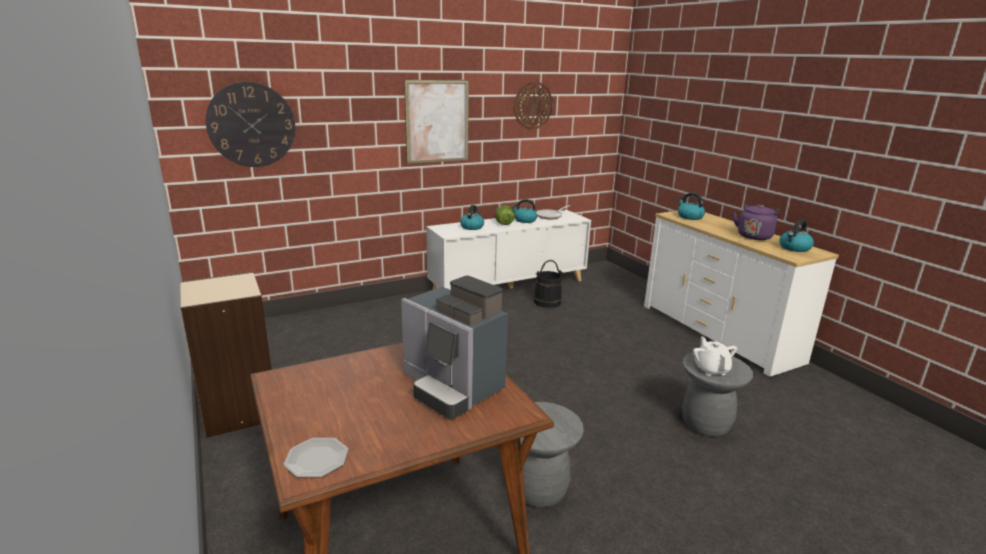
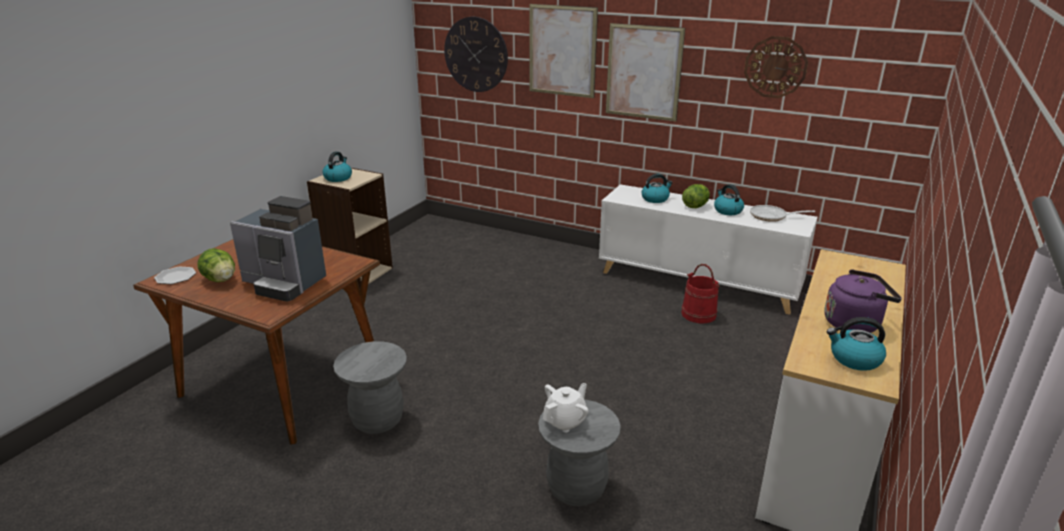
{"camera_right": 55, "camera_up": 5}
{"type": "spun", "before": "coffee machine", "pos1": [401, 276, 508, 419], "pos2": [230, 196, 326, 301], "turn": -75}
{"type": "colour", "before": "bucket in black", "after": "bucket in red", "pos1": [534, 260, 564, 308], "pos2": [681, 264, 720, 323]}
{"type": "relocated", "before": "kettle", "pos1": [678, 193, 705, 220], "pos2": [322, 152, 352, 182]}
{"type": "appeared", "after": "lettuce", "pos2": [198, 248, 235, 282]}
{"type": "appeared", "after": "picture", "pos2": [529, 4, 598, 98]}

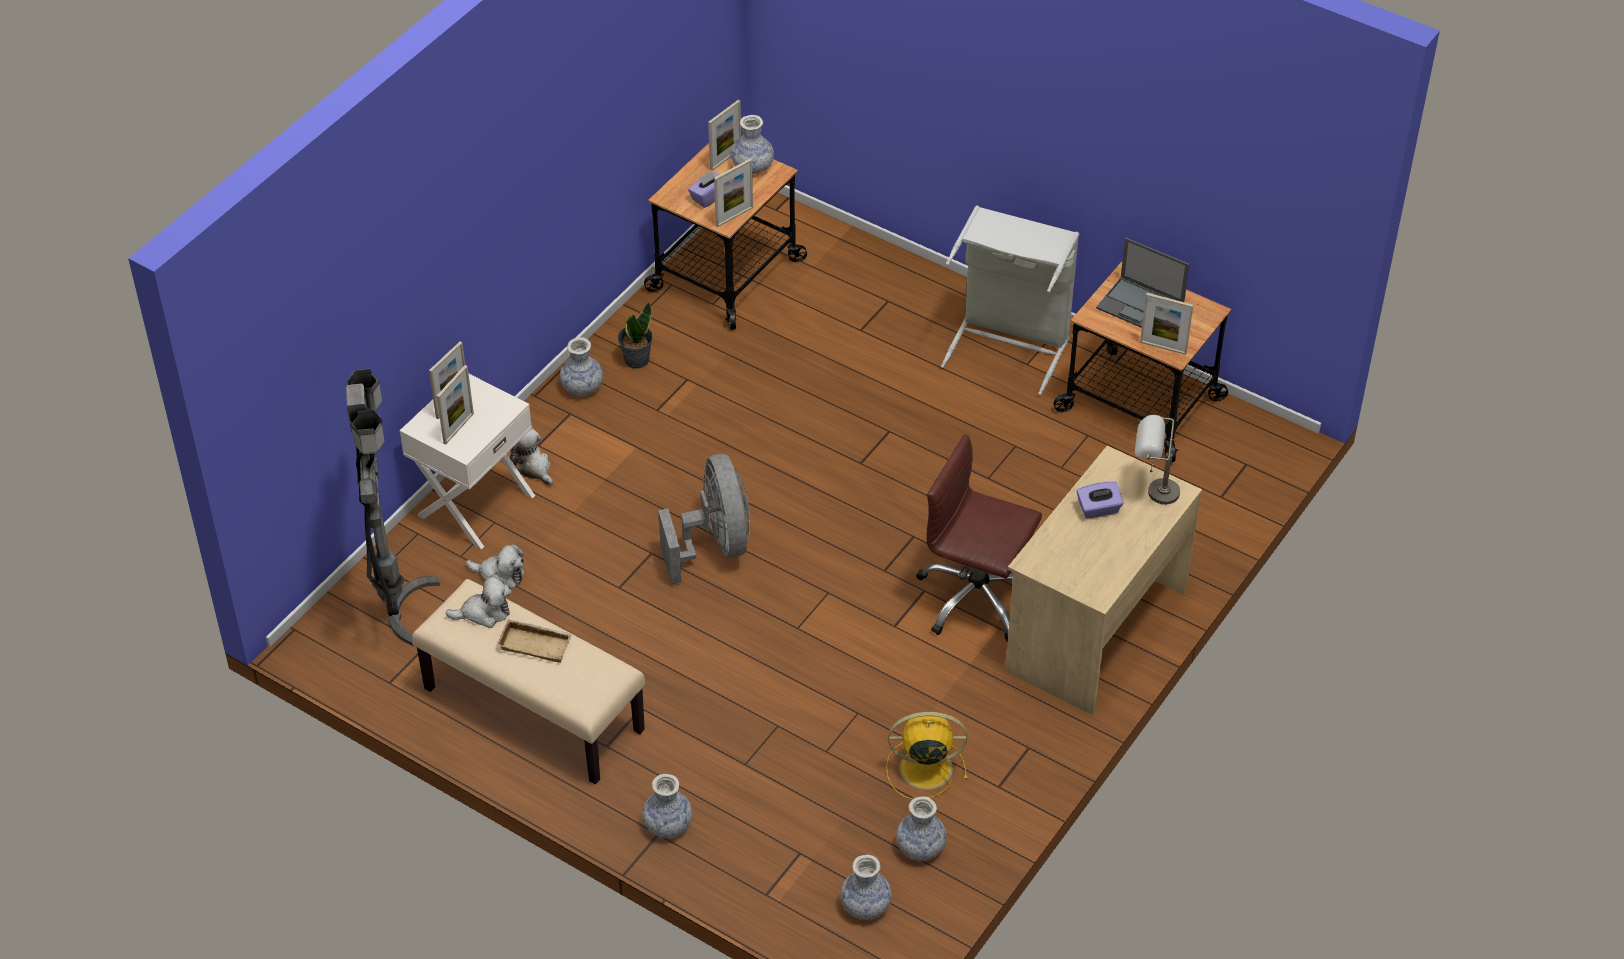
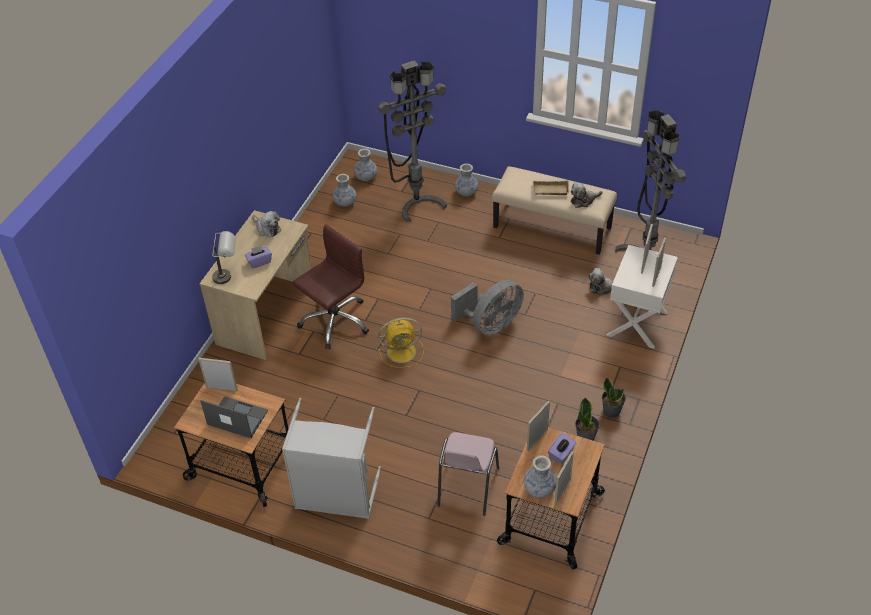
{"camera_right": 170, "camera_up": 0}
{"type": "relocated", "before": "plush toy", "pos1": [510, 428, 553, 486], "pos2": [252, 211, 281, 237]}
{"type": "exchanged", "before": "vase", "after": "potted plant", "pos1": [560, 337, 603, 395], "pos2": [602, 378, 626, 418]}
{"type": "spun", "before": "fan in grey", "pos1": [658, 454, 750, 584], "pos2": [451, 280, 524, 335], "turn": -105}
{"type": "relocated", "before": "fan in yellow", "pos1": [886, 712, 968, 799], "pos2": [378, 317, 424, 368]}
{"type": "spun", "before": "office chair in brown", "pos1": [916, 434, 1042, 642], "pos2": [292, 224, 369, 349], "turn": -60}
{"type": "appeared", "after": "floor lamp in grey", "pos2": [378, 60, 447, 222]}
{"type": "appeared", "after": "chair in pink", "pos2": [437, 432, 499, 516]}

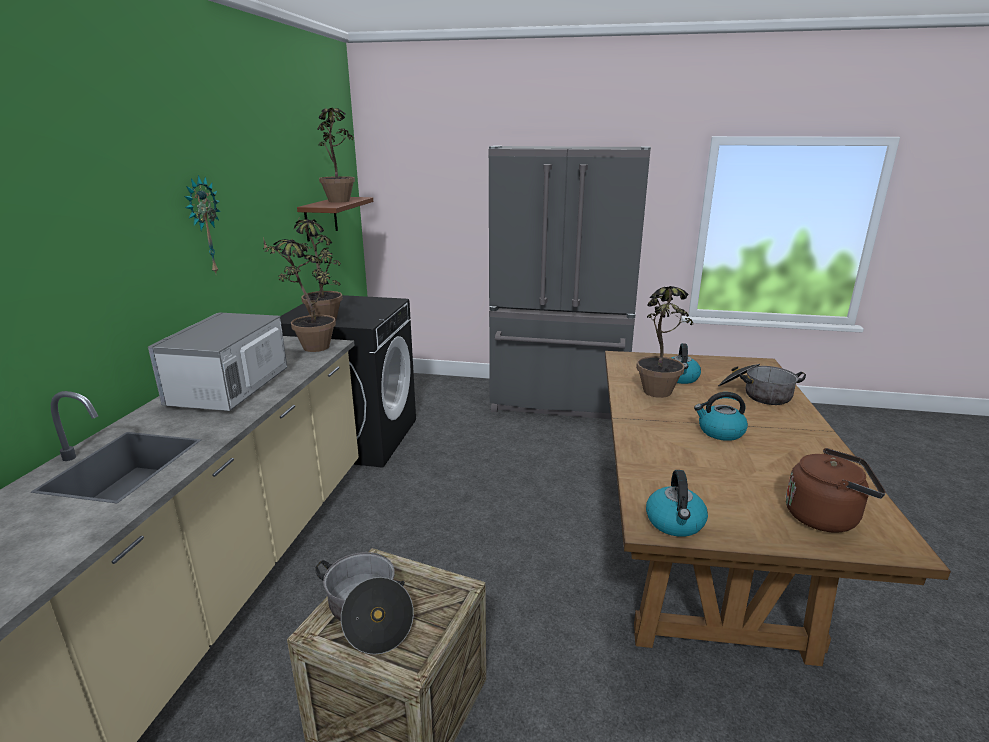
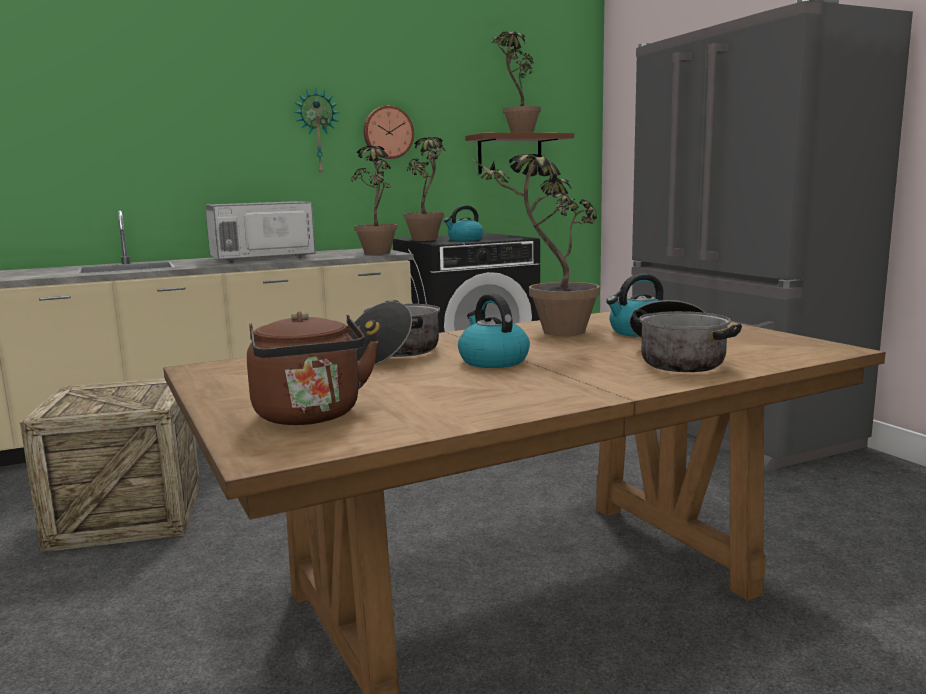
{"camera_right": 55, "camera_up": -10}
{"type": "relocated", "before": "cooking pot", "pos1": [315, 552, 414, 655], "pos2": [348, 300, 440, 365]}
{"type": "relocated", "before": "kettle", "pos1": [646, 470, 708, 537], "pos2": [444, 205, 483, 241]}
{"type": "appeared", "after": "wall clock", "pos2": [364, 106, 414, 159]}

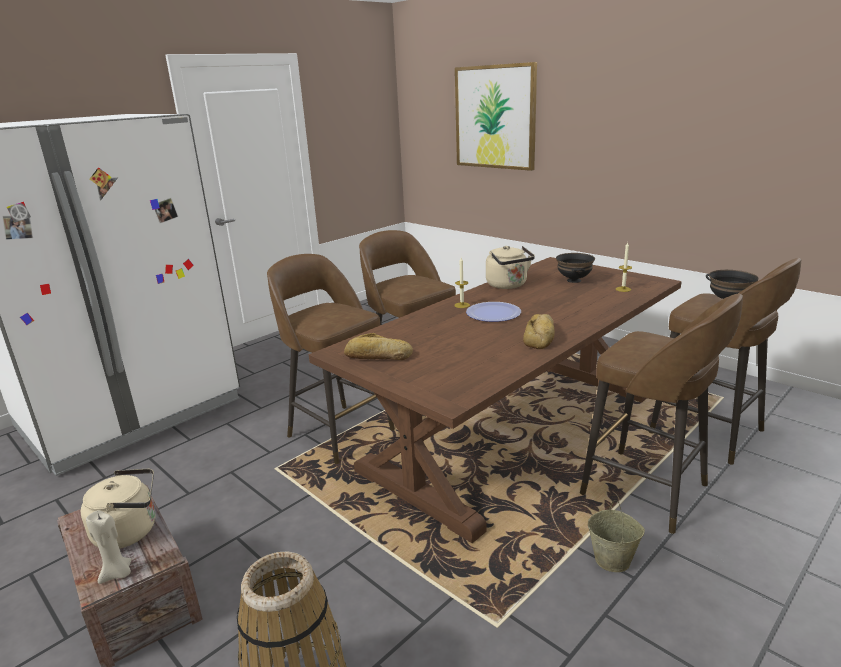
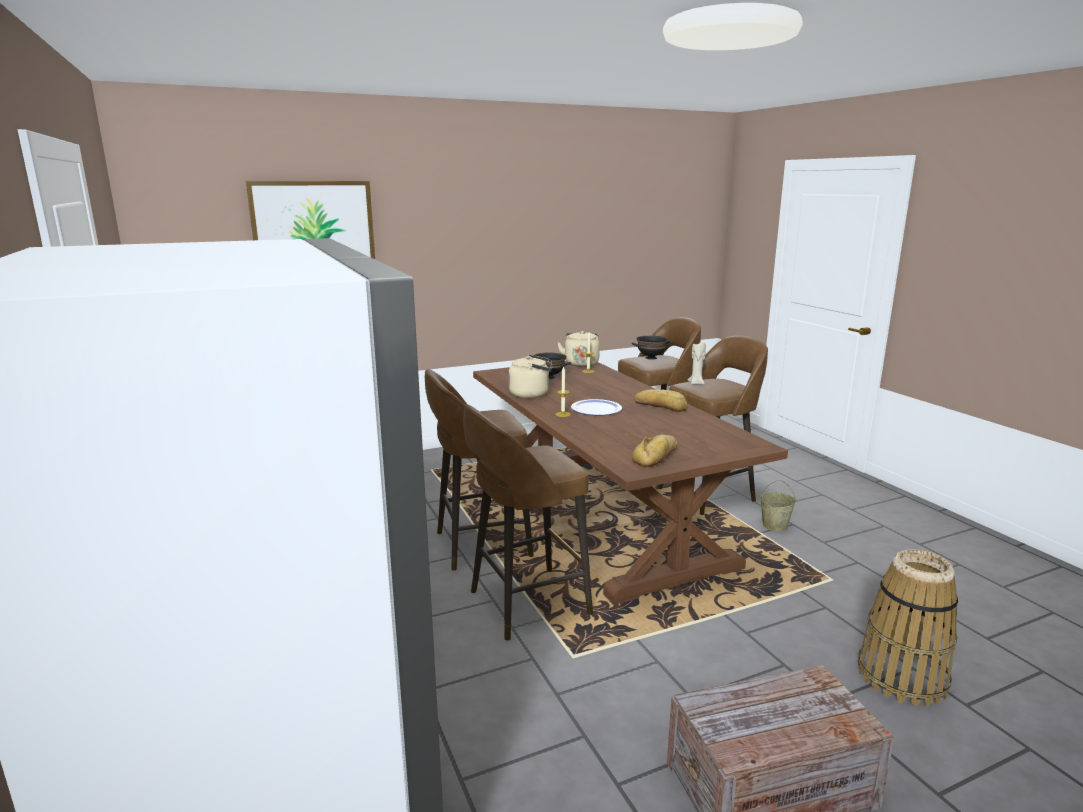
{"camera_right": -70, "camera_up": -5}
{"type": "relocated", "before": "kettle in beige", "pos1": [81, 469, 155, 549], "pos2": [557, 331, 600, 367]}
{"type": "relocated", "before": "candle in beige", "pos1": [86, 510, 132, 584], "pos2": [688, 342, 706, 385]}

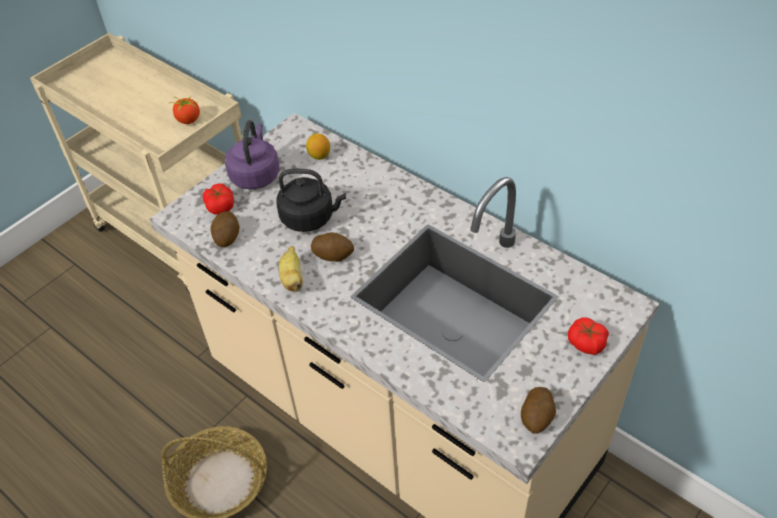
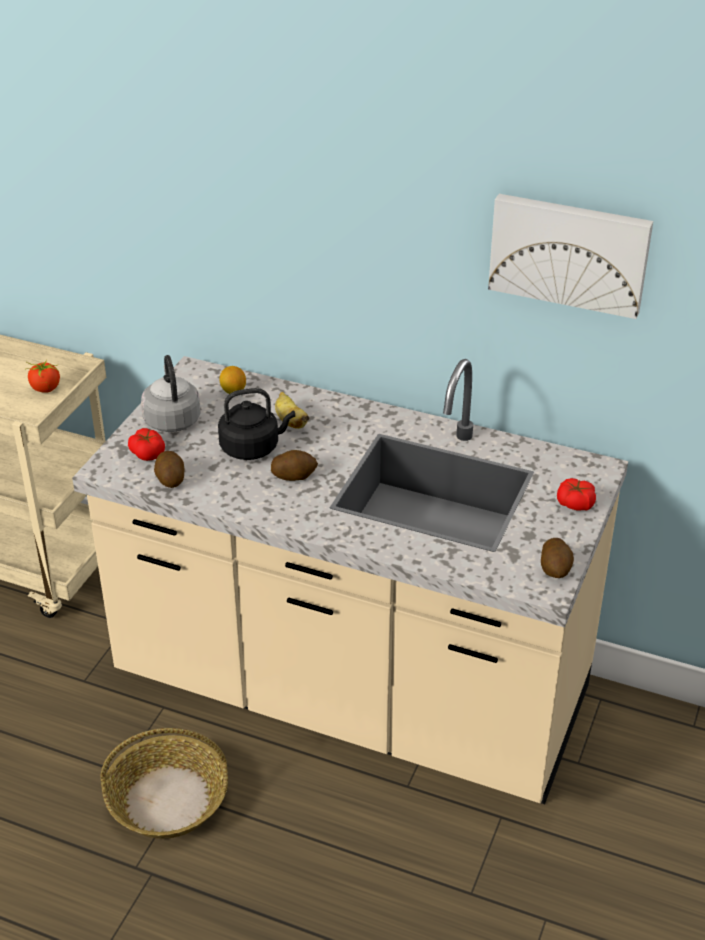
{"camera_right": -20, "camera_up": -10}
{"type": "colour", "before": "kettle in purple", "after": "kettle in grey", "pos1": [225, 120, 279, 189], "pos2": [141, 355, 200, 432]}
{"type": "relocated", "before": "banana", "pos1": [279, 246, 303, 292], "pos2": [275, 392, 309, 429]}
{"type": "appeared", "after": "picture", "pos2": [488, 194, 653, 319]}

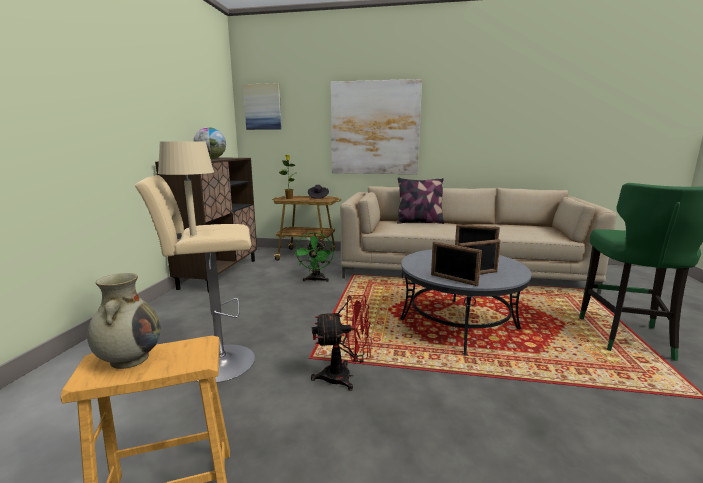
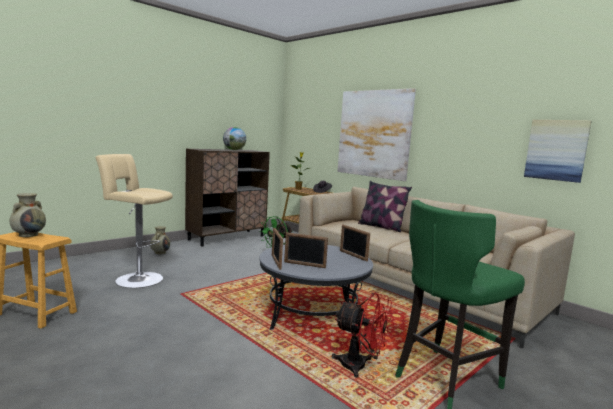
{"camera_right": 35, "camera_up": -5}
{"type": "missing", "before": "table lamp in beige", "pos1": [158, 141, 214, 236]}
{"type": "relocated", "before": "picture", "pos1": [243, 83, 281, 130], "pos2": [524, 120, 591, 183]}
{"type": "relocated", "before": "fan in red", "pos1": [311, 295, 372, 391], "pos2": [332, 293, 392, 378]}
{"type": "appeared", "after": "vase in beige", "pos2": [150, 226, 170, 254]}

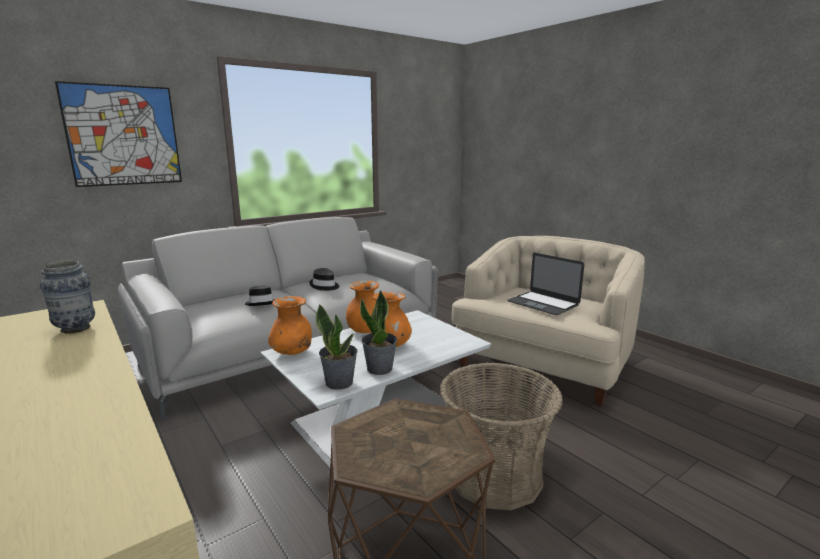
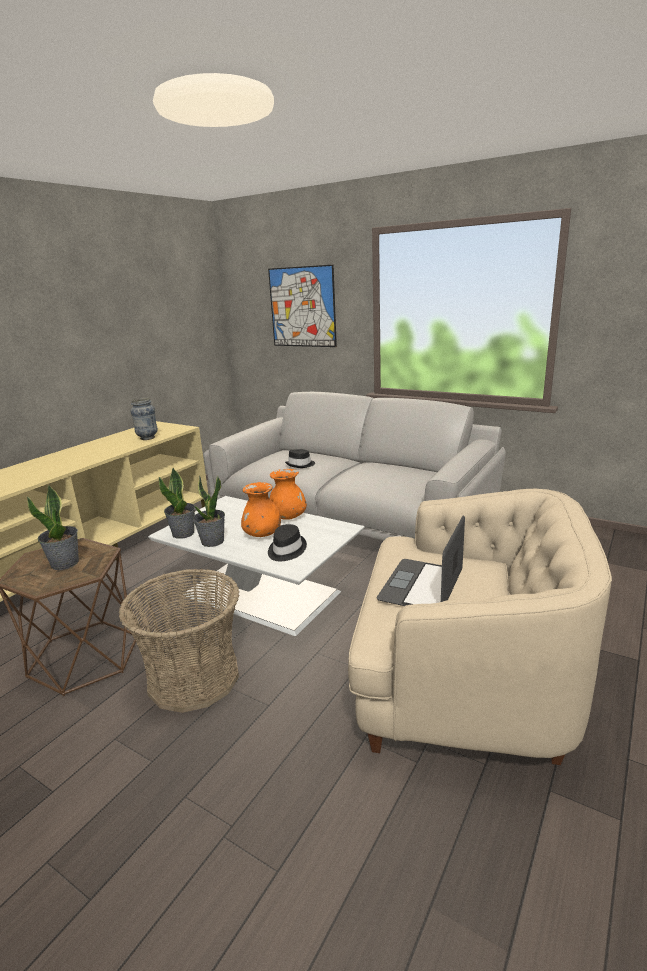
{"camera_right": 70, "camera_up": 5}
{"type": "missing", "before": "vase in orange", "pos1": [268, 296, 312, 355]}
{"type": "relocated", "before": "hat in black", "pos1": [309, 268, 339, 291], "pos2": [268, 524, 307, 561]}
{"type": "appeared", "after": "potted plant", "pos2": [27, 485, 79, 570]}

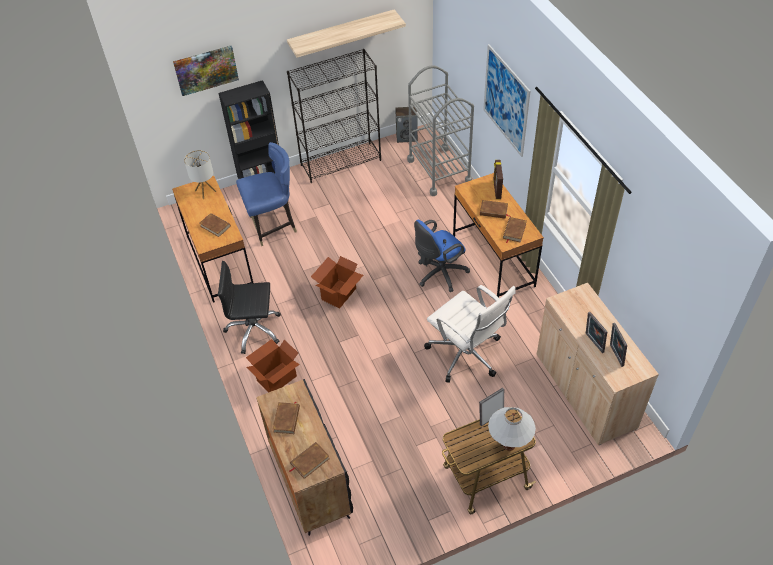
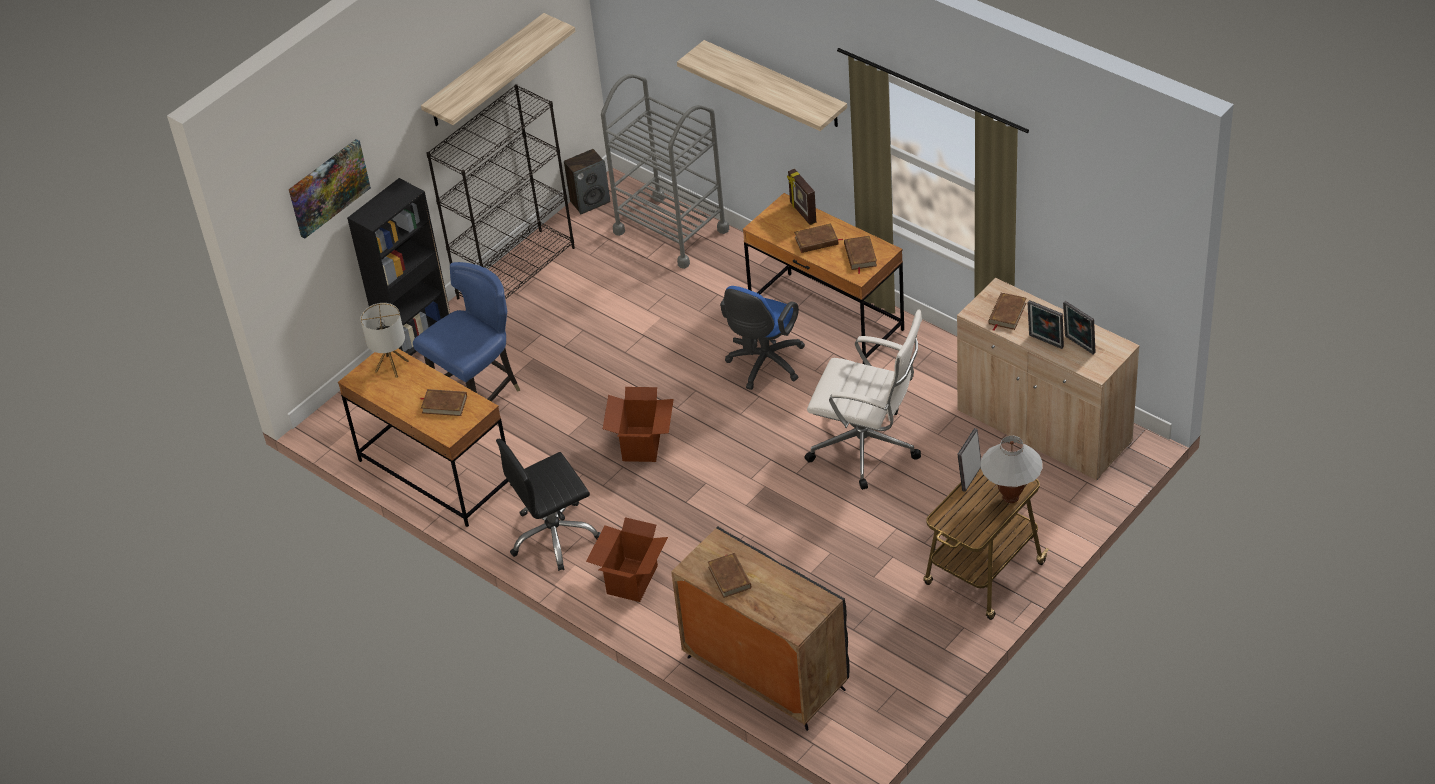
{"camera_right": -25, "camera_up": -5}
{"type": "relocated", "before": "book in brown", "pos1": [290, 442, 330, 479], "pos2": [989, 292, 1026, 331]}
{"type": "exchanged", "before": "picture", "after": "shelf", "pos1": [483, 44, 531, 157], "pos2": [677, 40, 847, 131]}

